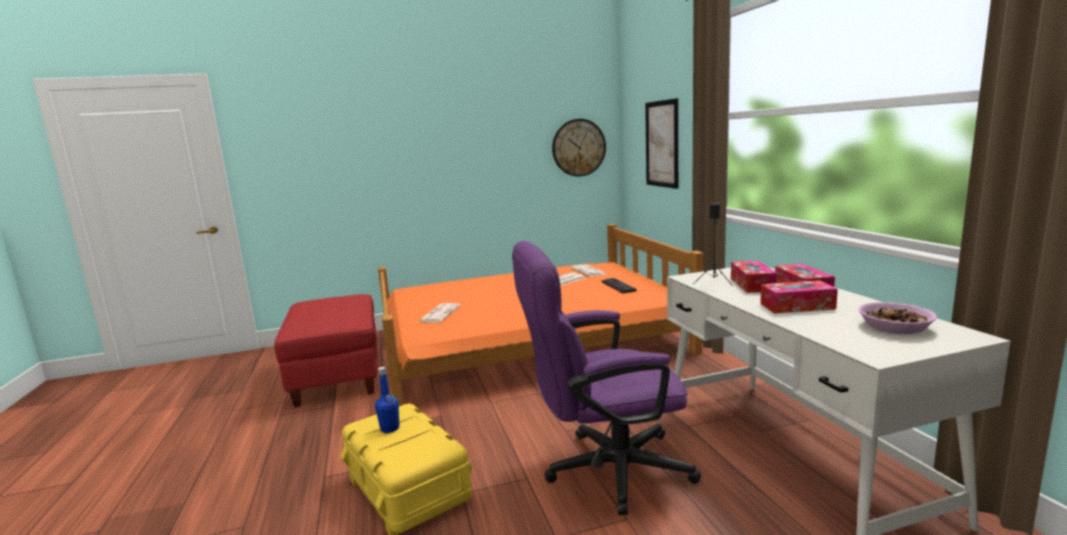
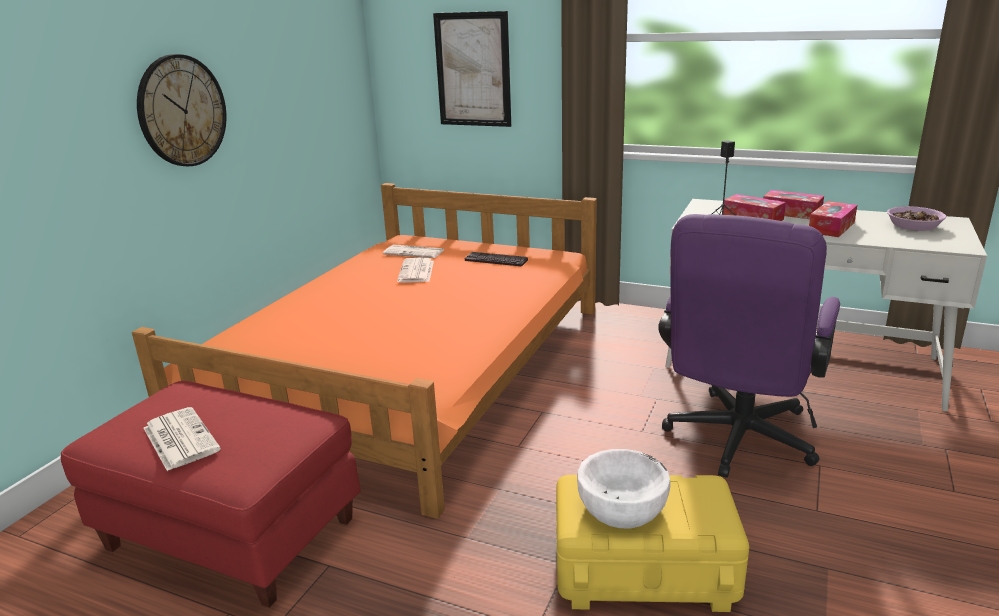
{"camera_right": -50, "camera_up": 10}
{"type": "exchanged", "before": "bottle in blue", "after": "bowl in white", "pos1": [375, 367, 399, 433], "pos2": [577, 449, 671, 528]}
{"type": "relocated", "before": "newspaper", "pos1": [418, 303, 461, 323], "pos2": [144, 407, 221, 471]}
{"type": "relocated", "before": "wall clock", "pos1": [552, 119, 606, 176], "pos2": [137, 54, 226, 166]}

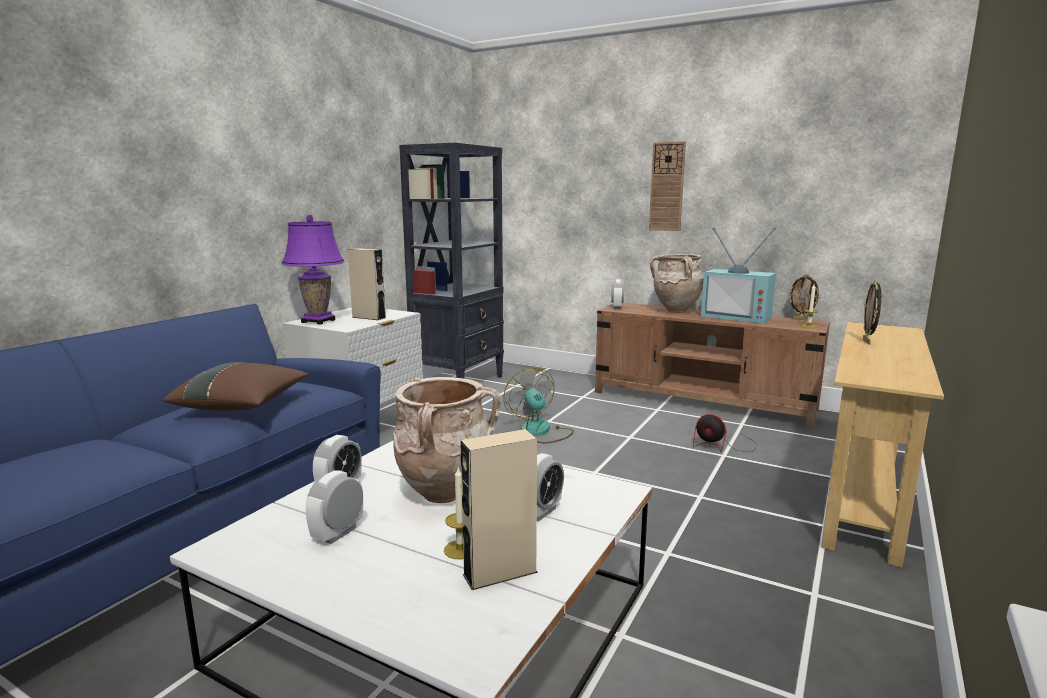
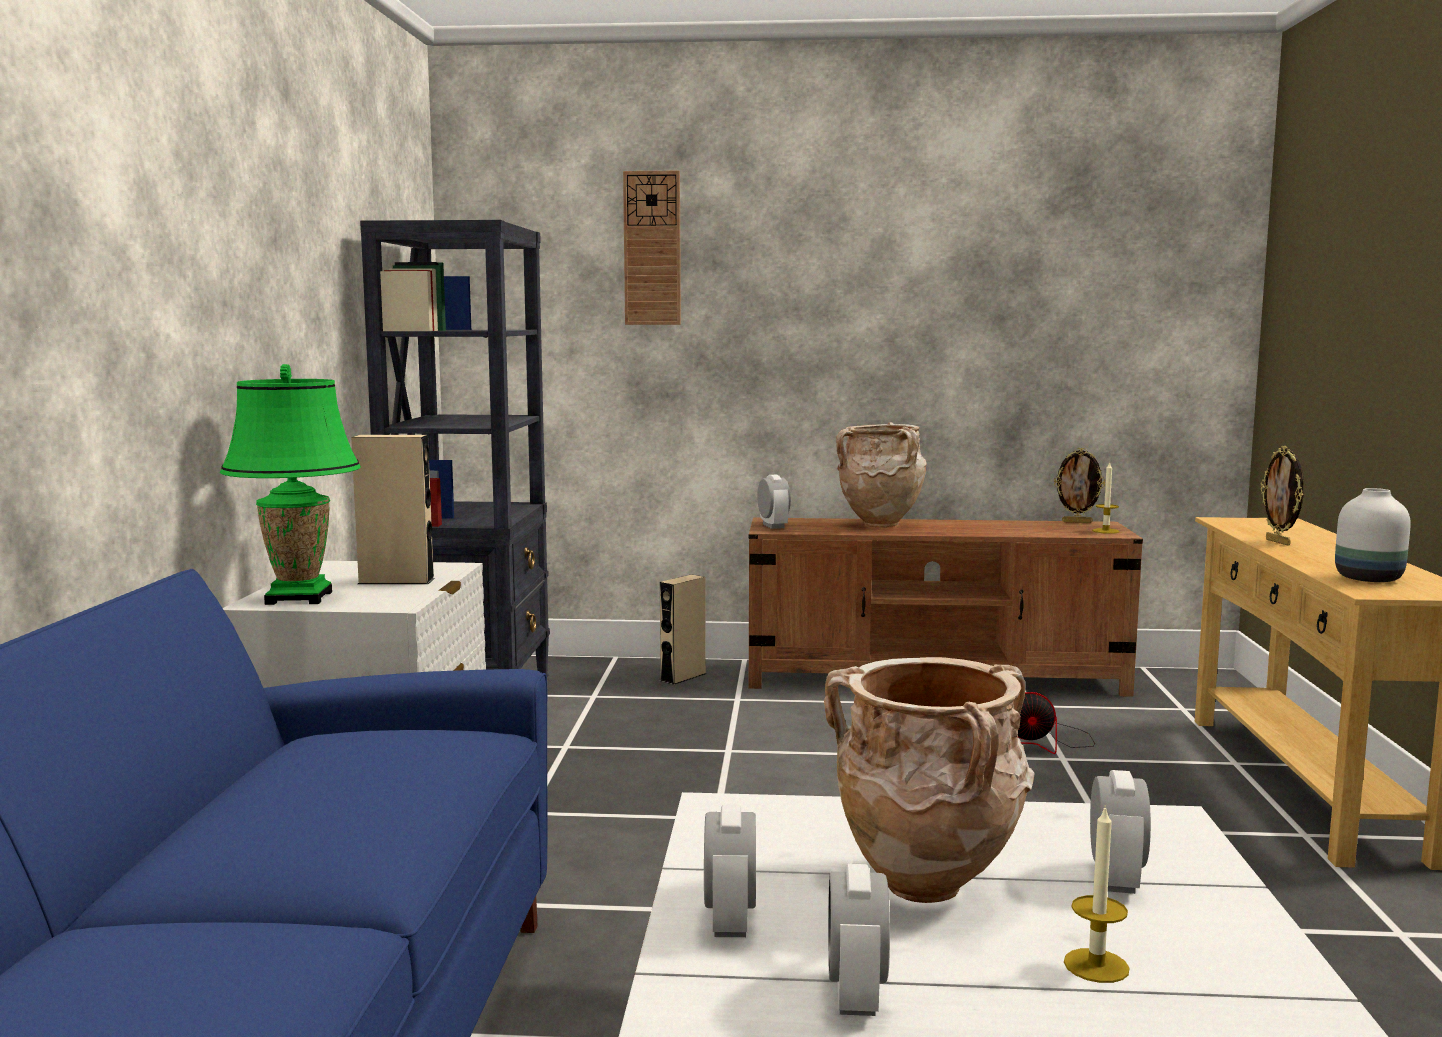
{"camera_right": -25, "camera_up": -5}
{"type": "missing", "before": "pillow in brown", "pos1": [163, 362, 308, 411]}
{"type": "colour", "before": "table lamp in purple", "after": "table lamp in green", "pos1": [282, 215, 345, 325], "pos2": [220, 364, 361, 605]}
{"type": "relocated", "before": "speaker in beige", "pos1": [460, 429, 538, 590], "pos2": [660, 574, 706, 685]}
{"type": "missing", "before": "fan", "pos1": [503, 368, 574, 444]}
{"type": "relocated", "before": "wall clock", "pos1": [649, 141, 686, 231], "pos2": [623, 171, 681, 325]}
{"type": "missing", "before": "television", "pos1": [701, 227, 777, 324]}
{"type": "appeared", "after": "vase in white", "pos2": [1335, 488, 1411, 582]}

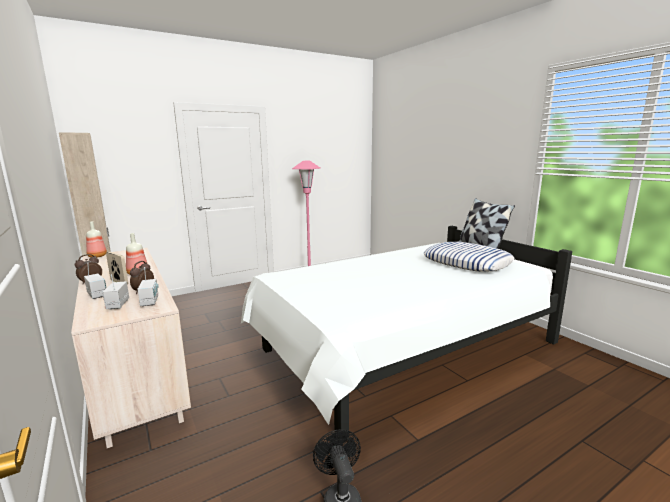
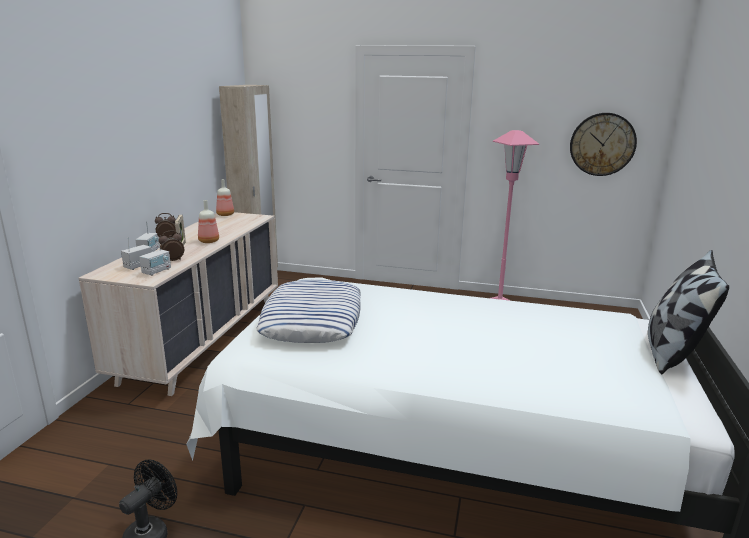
{"camera_right": 45, "camera_up": 5}
{"type": "relocated", "before": "pillow", "pos1": [424, 242, 514, 272], "pos2": [256, 280, 361, 343]}
{"type": "appeared", "after": "wall clock", "pos2": [570, 113, 637, 176]}

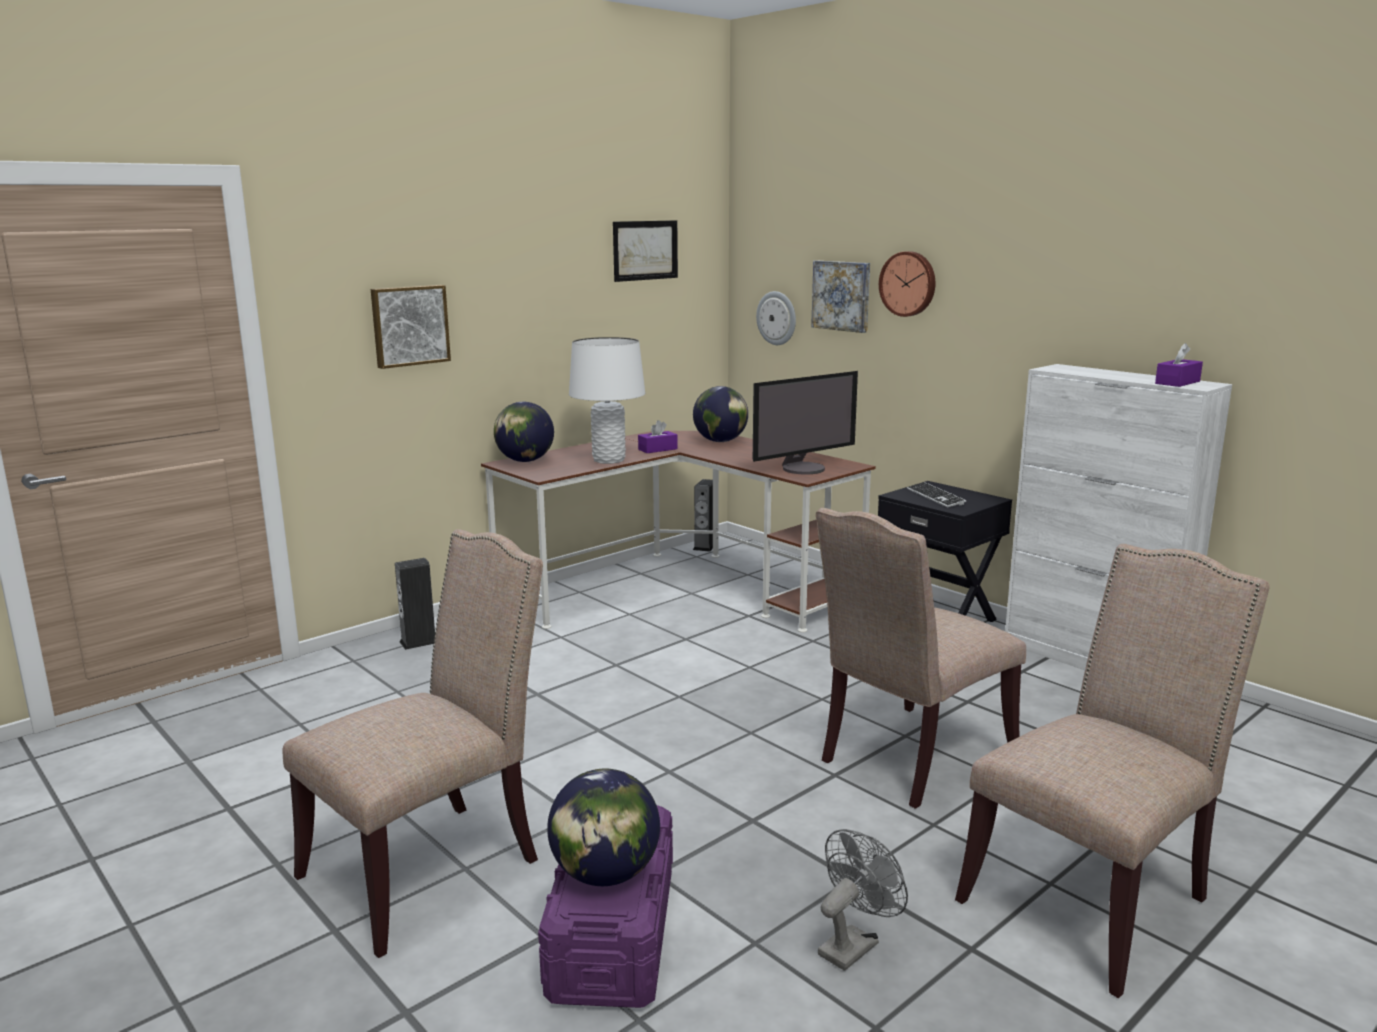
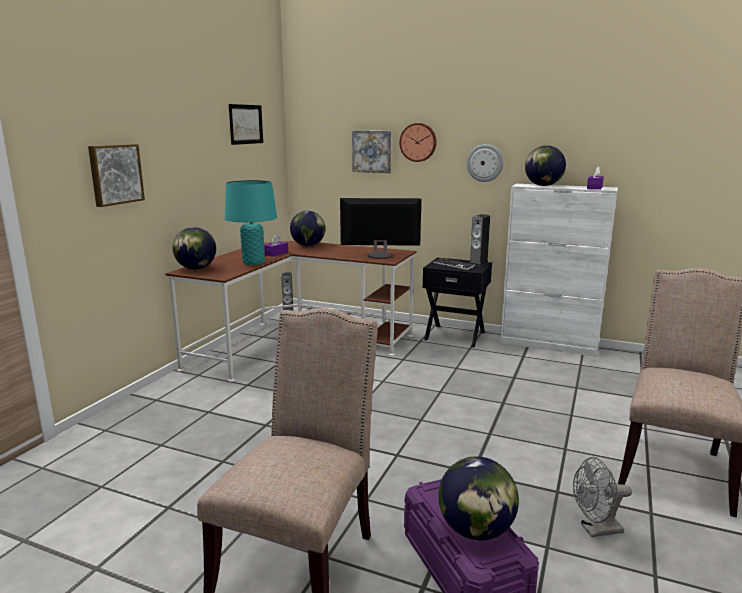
{"camera_right": -25, "camera_up": 0}
{"type": "relocated", "before": "speaker", "pos1": [395, 558, 435, 650], "pos2": [469, 214, 490, 266]}
{"type": "colour", "before": "table lamp in white", "after": "table lamp in turquoise", "pos1": [569, 337, 645, 464], "pos2": [225, 180, 277, 265]}
{"type": "spun", "before": "monitor", "pos1": [753, 371, 858, 474], "pos2": [340, 198, 421, 259], "turn": -120}
{"type": "relocated", "before": "wall clock", "pos1": [756, 291, 796, 345], "pos2": [467, 144, 504, 182]}
{"type": "missing", "before": "chair in beige", "pos1": [816, 508, 1026, 809]}
{"type": "spun", "before": "fan in grey", "pos1": [818, 829, 908, 971], "pos2": [573, 457, 632, 537], "turn": -120}
{"type": "appeared", "after": "globe", "pos2": [525, 145, 566, 186]}

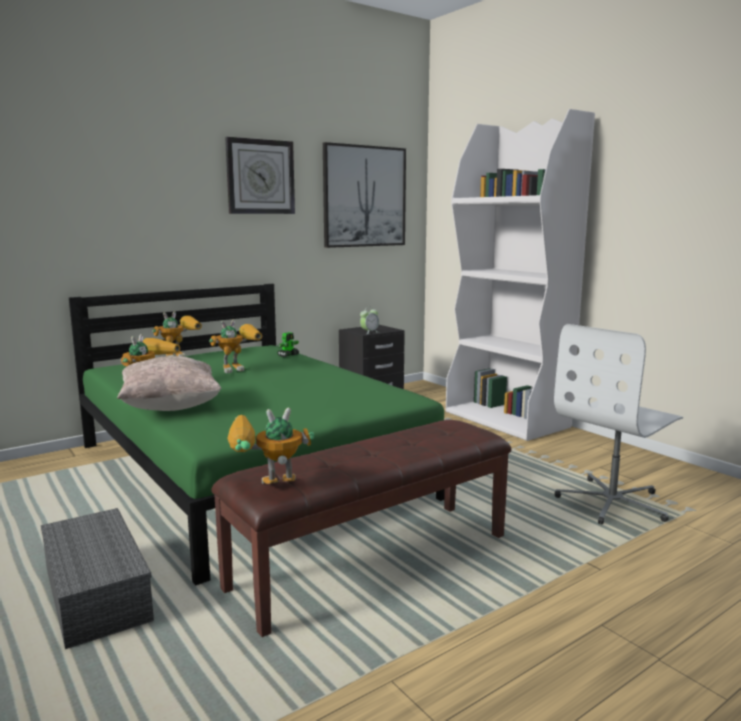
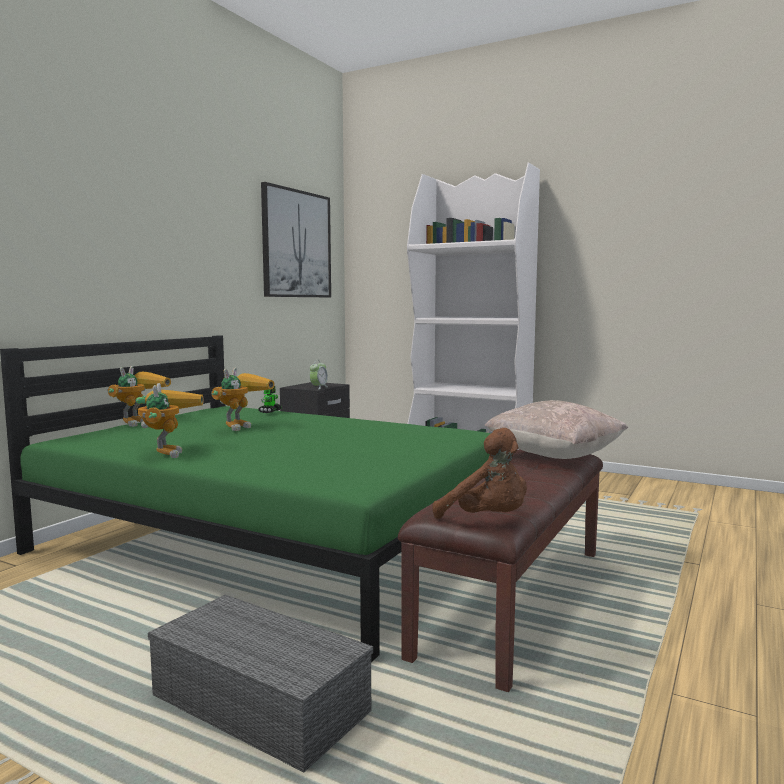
{"camera_right": -25, "camera_up": -5}
{"type": "relocated", "before": "pillow in beige", "pos1": [117, 356, 222, 411], "pos2": [484, 400, 628, 459]}
{"type": "missing", "before": "wall clock", "pos1": [225, 137, 295, 214]}
{"type": "exchanged", "before": "toy robot", "after": "plush toy in brown", "pos1": [228, 408, 314, 484], "pos2": [432, 428, 527, 519]}
{"type": "missing", "before": "office chair in white", "pos1": [554, 324, 683, 524]}

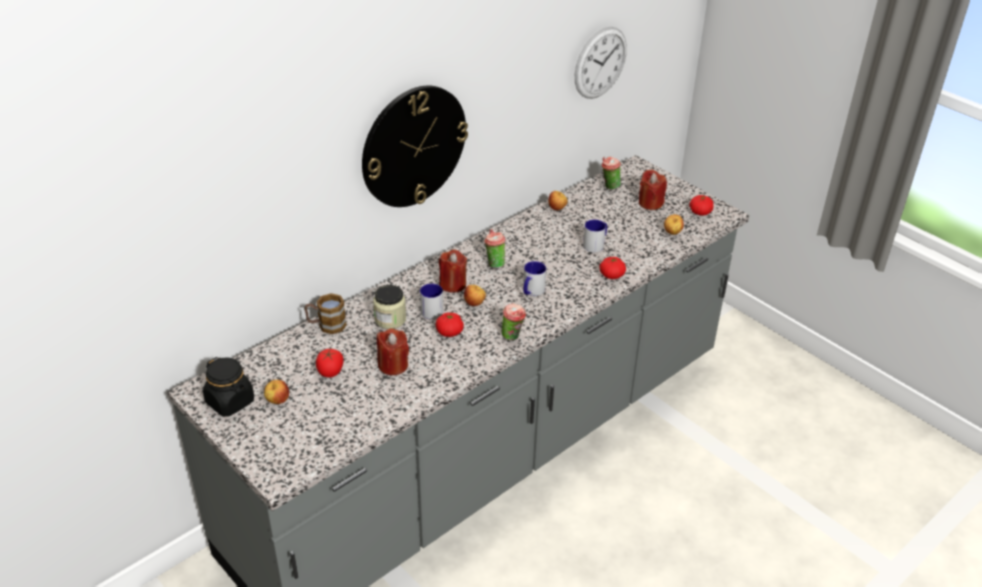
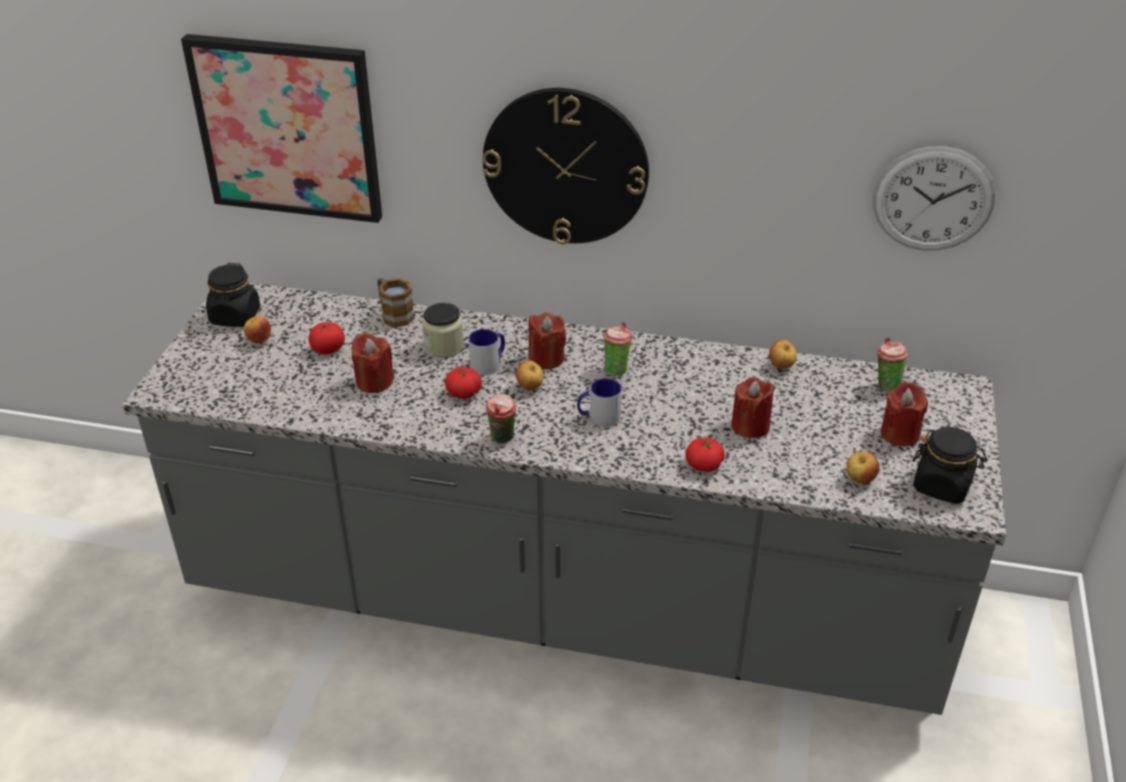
{"camera_right": 55, "camera_up": 0}
{"type": "exchanged", "before": "mug", "after": "candle in red", "pos1": [583, 220, 607, 252], "pos2": [731, 377, 775, 438]}
{"type": "exchanged", "before": "tomato", "after": "jar in black", "pos1": [689, 195, 714, 216], "pos2": [912, 427, 987, 504]}
{"type": "appeared", "after": "picture", "pos2": [181, 34, 382, 223]}

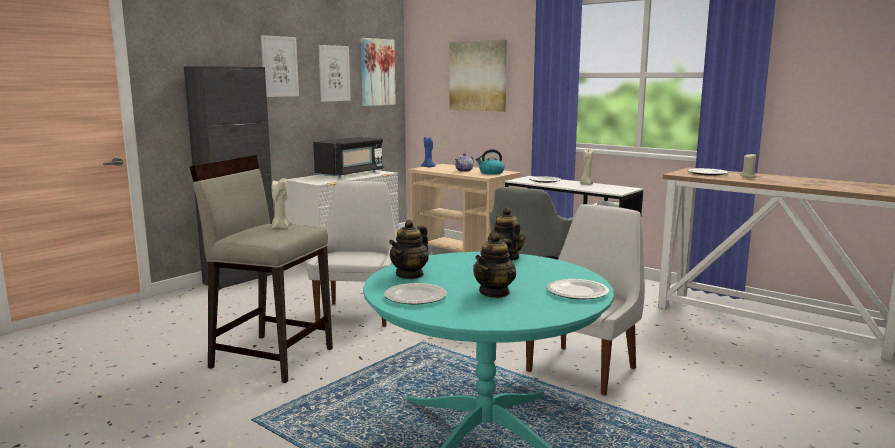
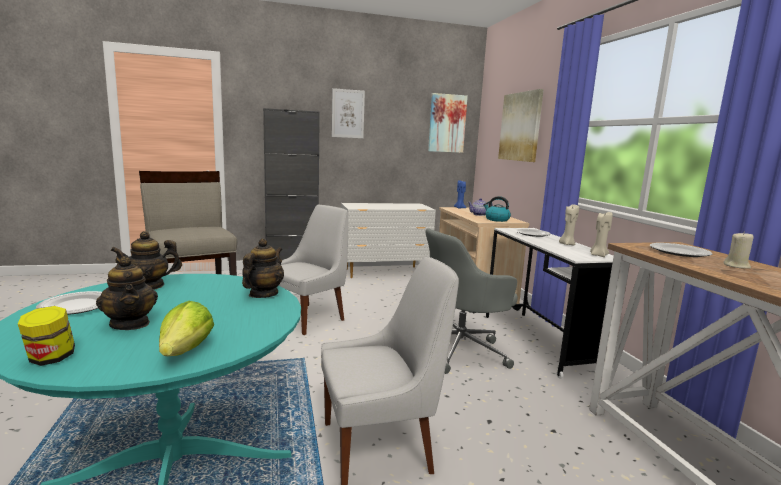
{"camera_right": 35, "camera_up": 0}
{"type": "relocated", "before": "candle in beige", "pos1": [272, 178, 292, 229], "pos2": [590, 212, 613, 257]}
{"type": "missing", "before": "microwave in black", "pos1": [313, 137, 384, 178]}
{"type": "missing", "before": "picture", "pos1": [318, 45, 351, 102]}
{"type": "spun", "before": "teapot", "pos1": [473, 233, 516, 298], "pos2": [96, 256, 158, 330], "turn": -105}
{"type": "exchanged", "before": "plate", "after": "lettuce", "pos1": [546, 279, 609, 299], "pos2": [159, 301, 214, 356]}
{"type": "appeared", "after": "jar", "pos2": [18, 306, 75, 366]}

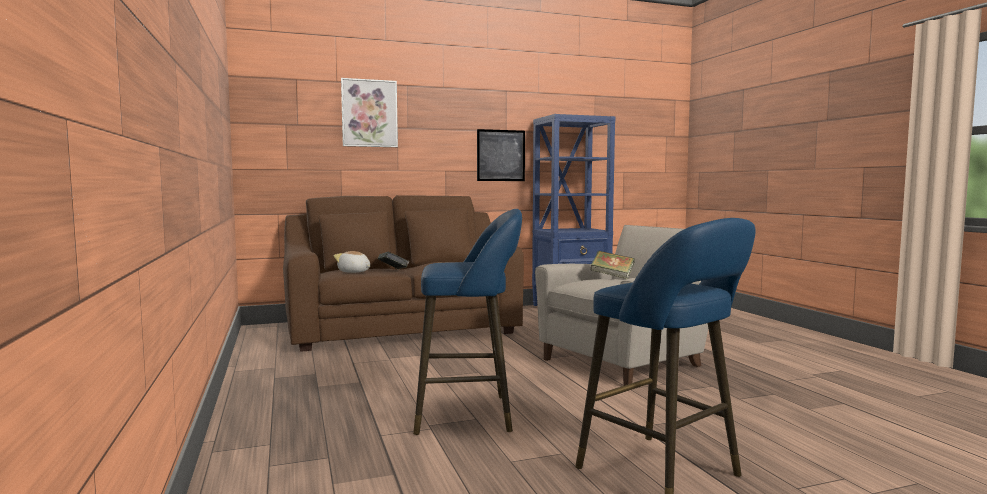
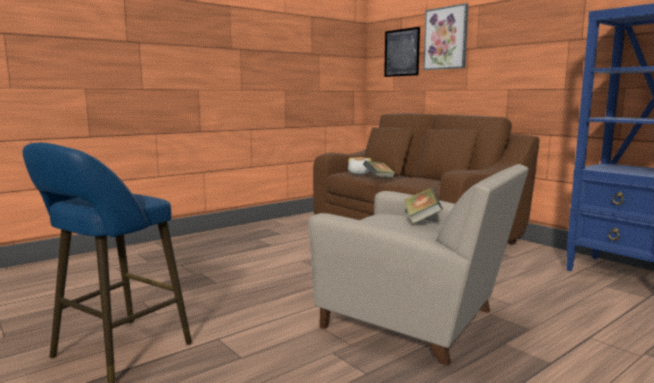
{"camera_right": 70, "camera_up": 5}
{"type": "missing", "before": "stool in blue", "pos1": [413, 209, 522, 435]}
{"type": "relocated", "before": "picture", "pos1": [477, 129, 525, 181], "pos2": [384, 27, 420, 77]}

